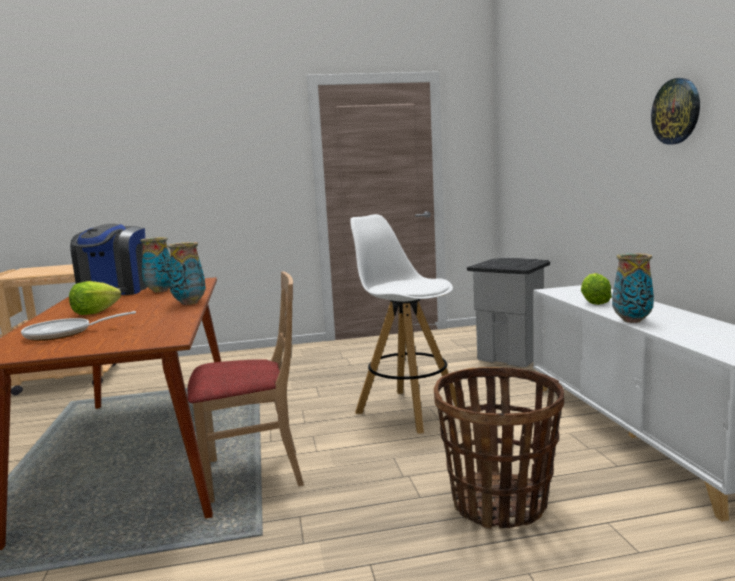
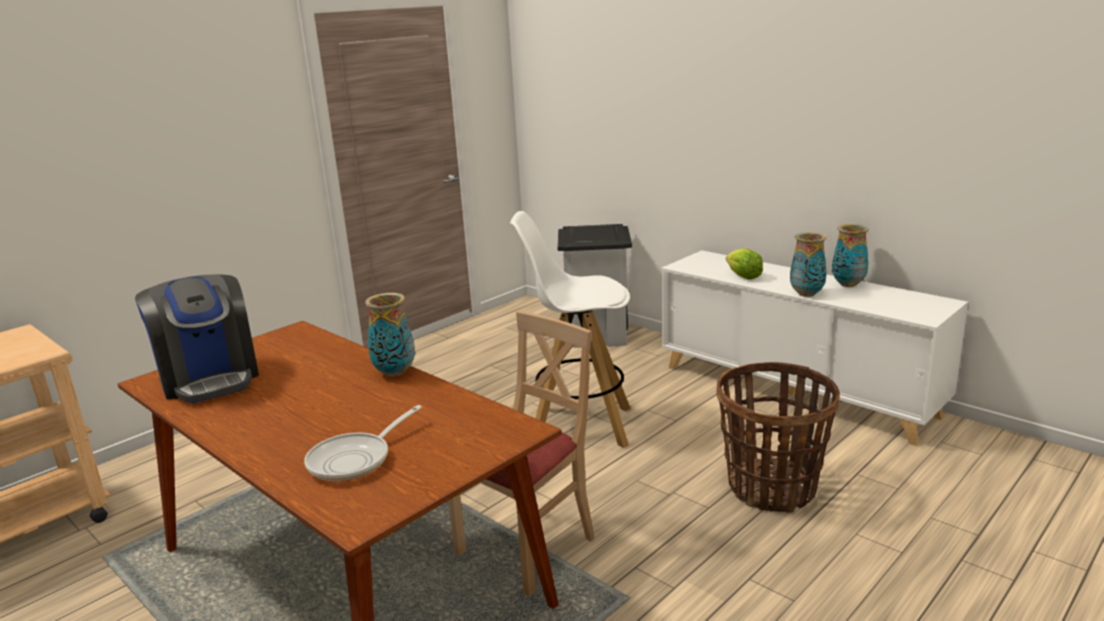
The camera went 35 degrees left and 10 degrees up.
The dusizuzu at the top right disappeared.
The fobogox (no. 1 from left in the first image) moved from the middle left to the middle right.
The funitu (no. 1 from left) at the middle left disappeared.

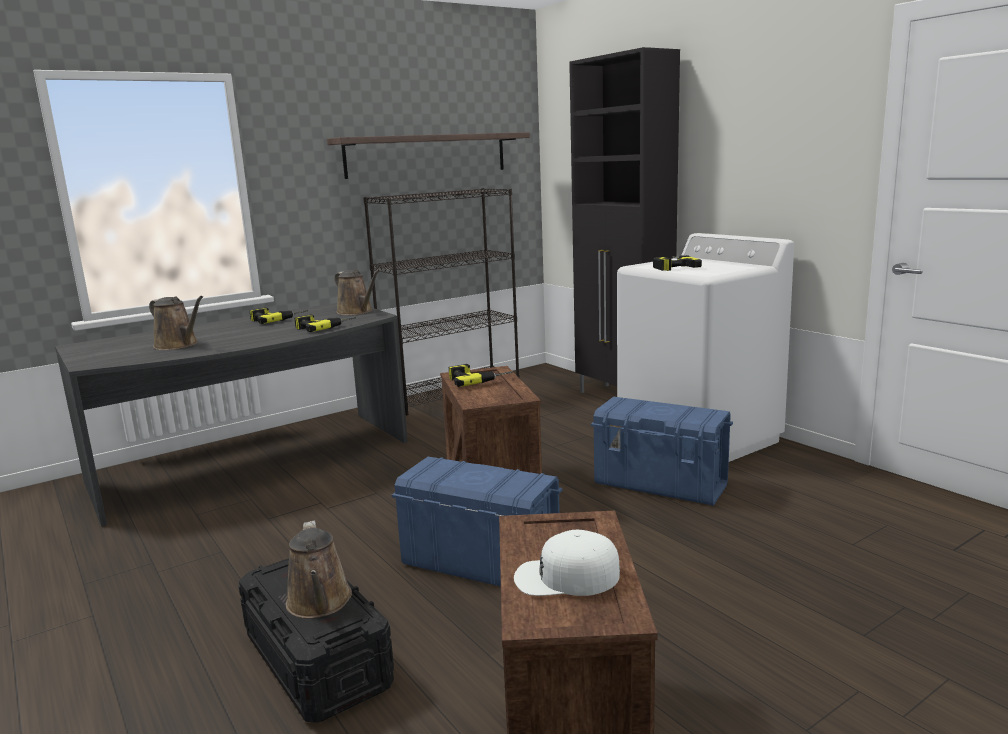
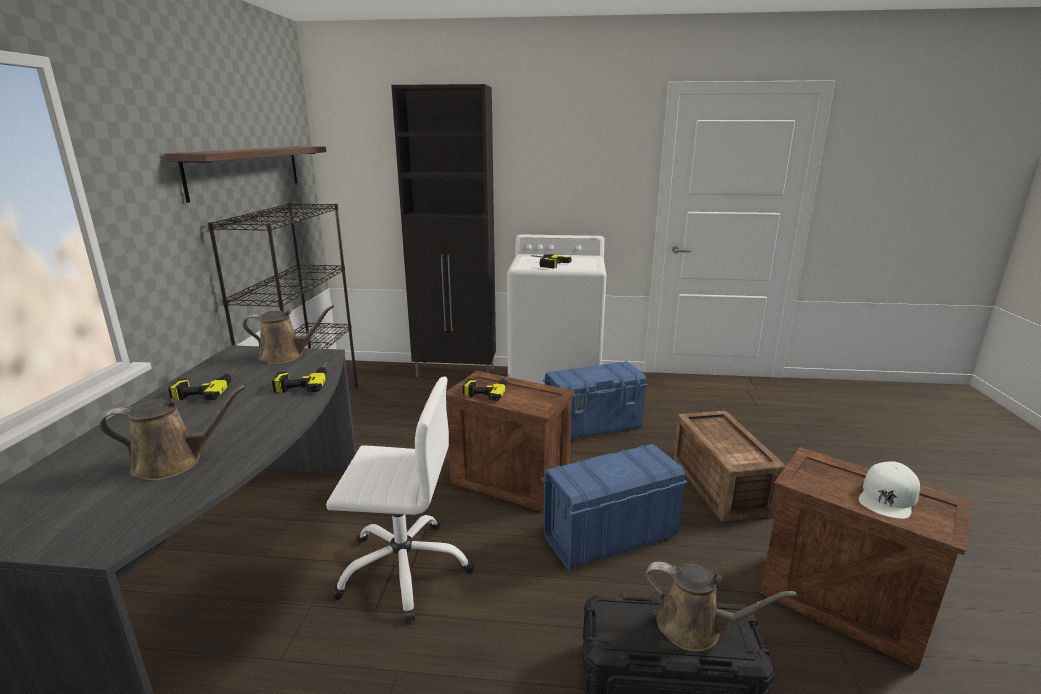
The camera went 50 degrees left and 5 degrees up.
The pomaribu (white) at the bottom centre appeared.
The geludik (no. 2 from left) at the bottom right appeared.

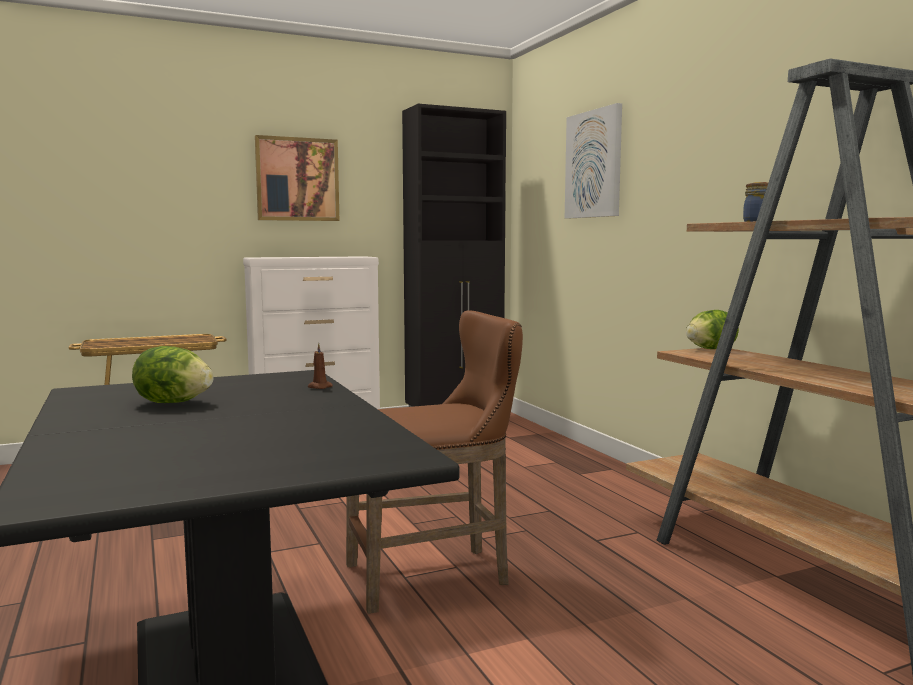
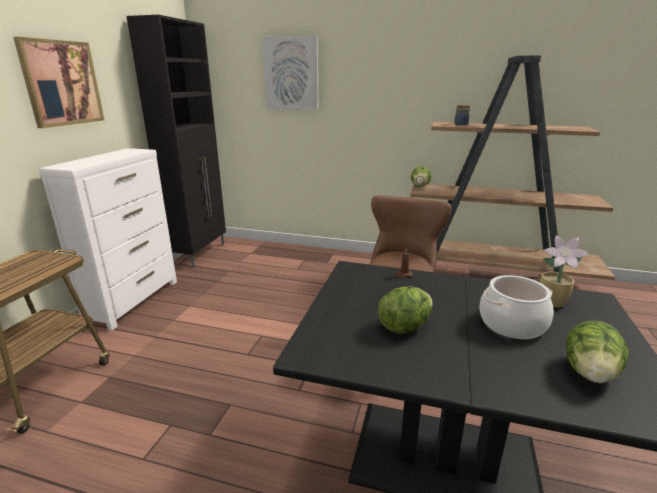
The camera went 50 degrees left and 15 degrees up.
The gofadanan at the middle right appeared.
The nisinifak at the middle right appeared.
The funitu (no. 3 from left) at the bottom right appeared.

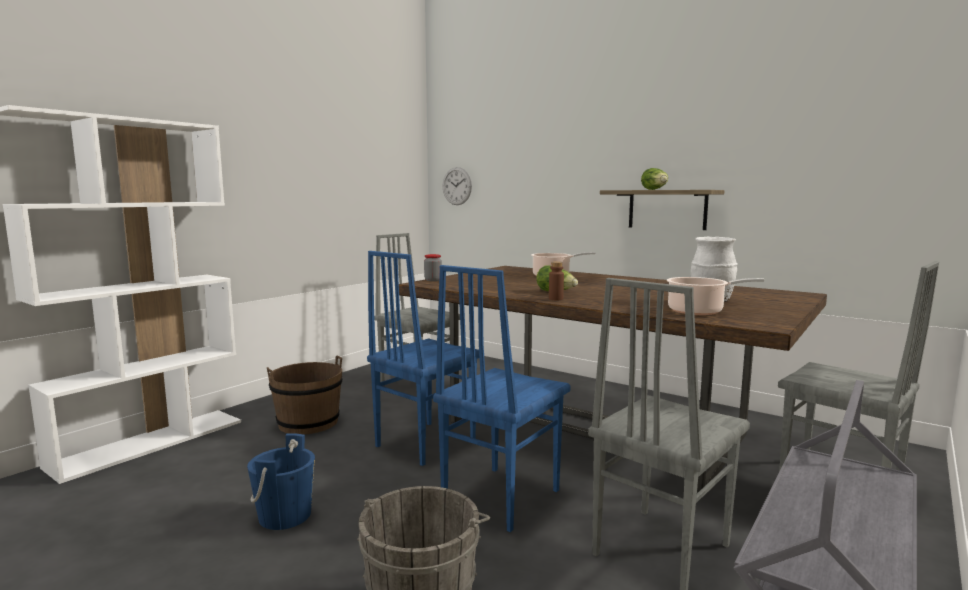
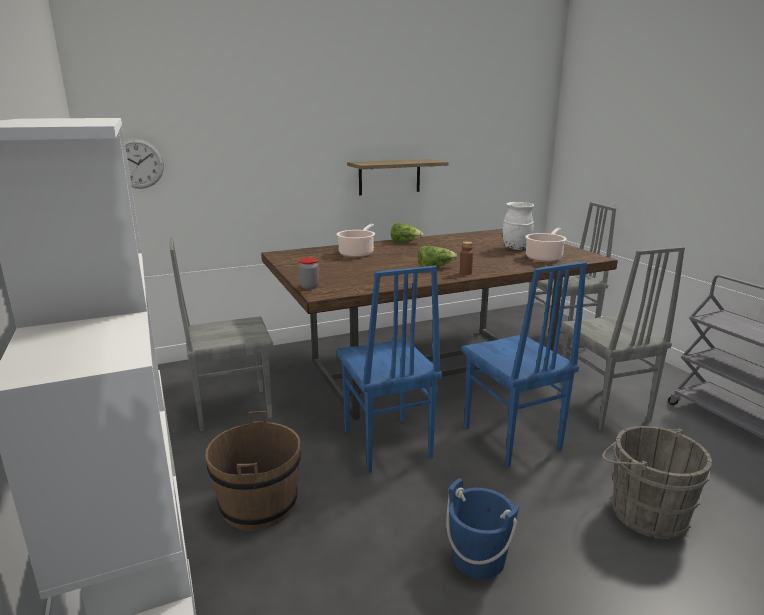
The camera went 60 degrees left and 10 degrees up.
The funitu (no. 2 from left in the first image) moved from the top right to the centre.

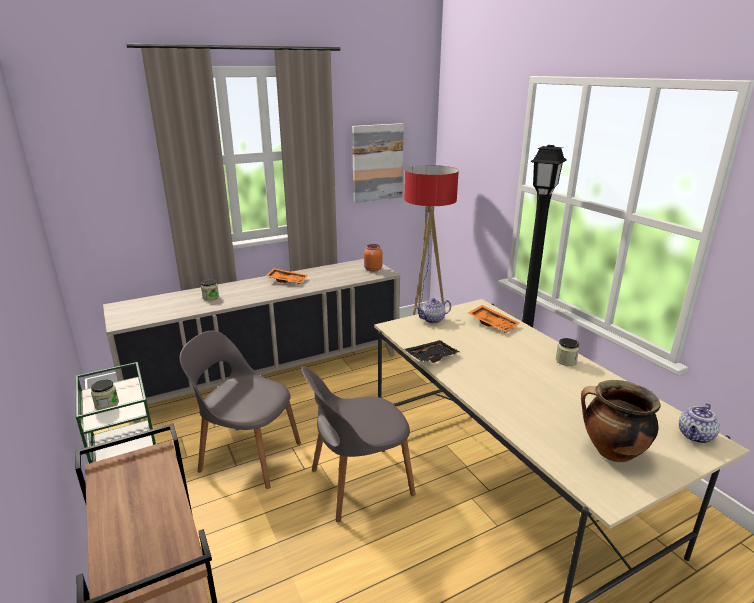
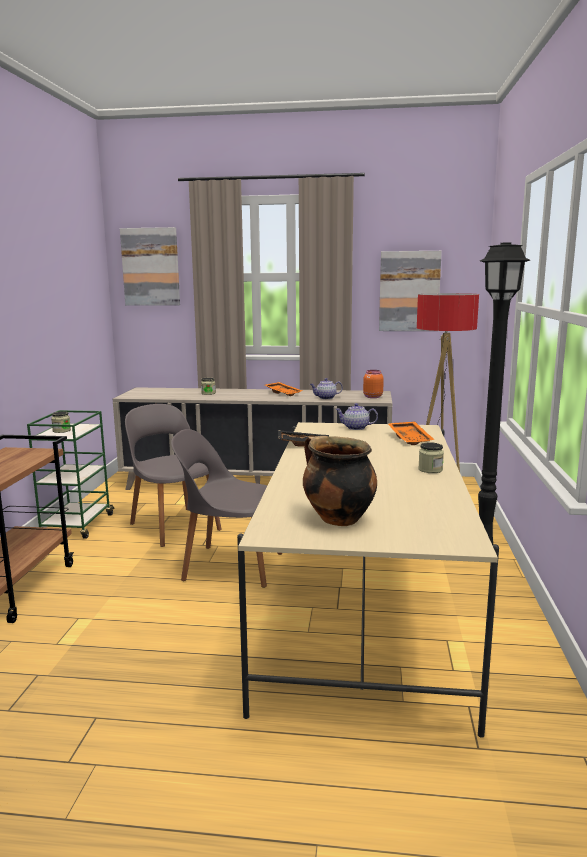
The camera went 35 degrees right and 10 degrees down.
The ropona (no. 2 from left in the first image) moved from the bottom right to the centre.
The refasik (no. 1 from left) at the top left appeared.

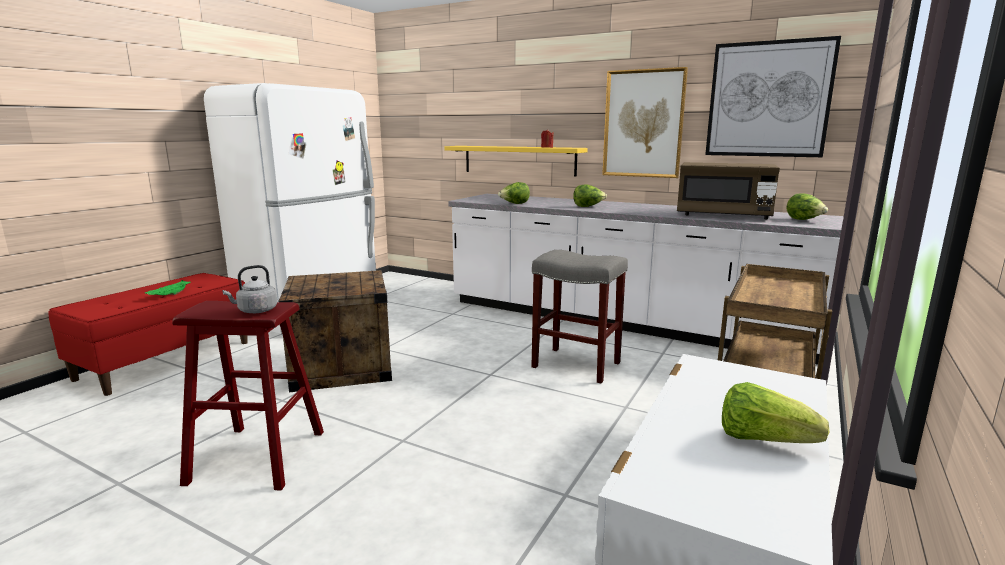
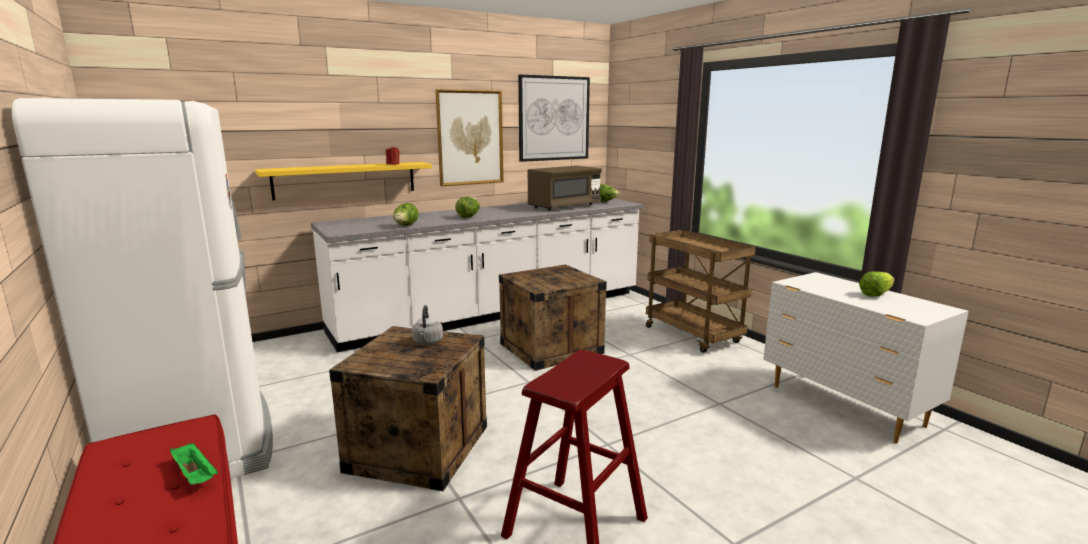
The camera went 60 degrees left and 0 degrees up.
The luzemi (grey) at the centre was replaced by the geludik (no. 2 from left) at the centre.
The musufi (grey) moved from the middle left to the centre.

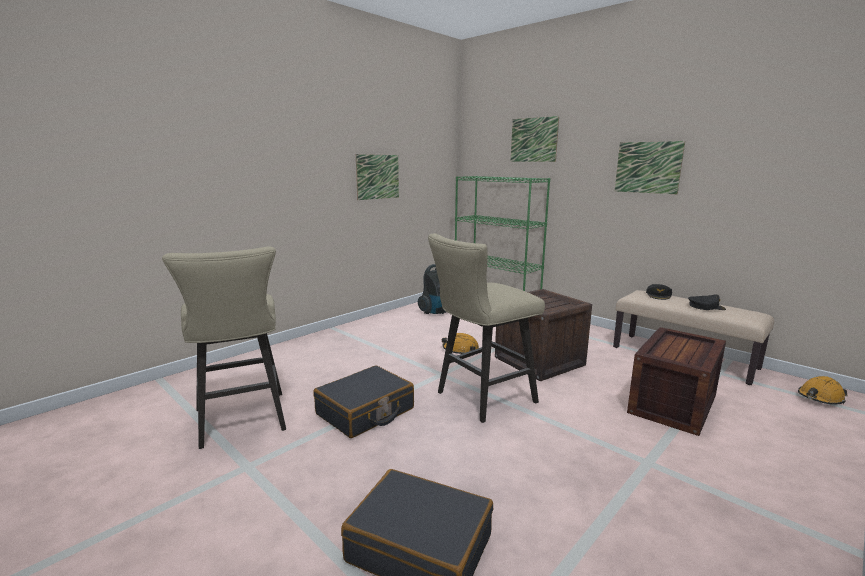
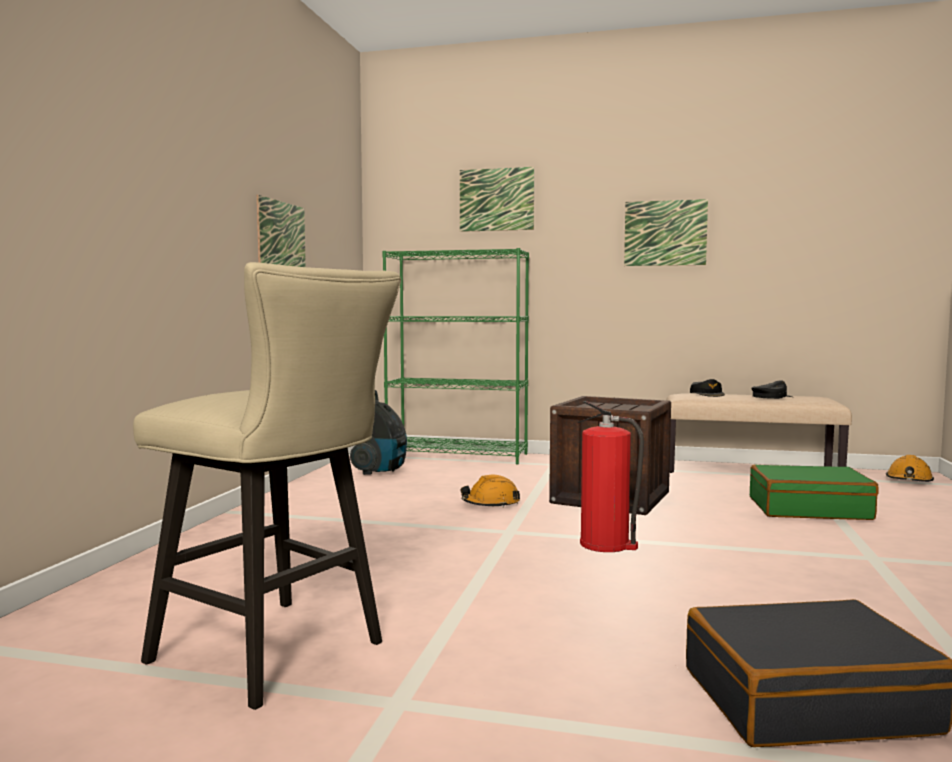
The camera went 30 degrees left and 10 degrees down.
The luzemi (beige) (no. 2 from left) at the centre was replaced by the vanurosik at the centre.
The geludik (no. 2 from left) at the middle right was replaced by the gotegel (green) at the middle right.
The gotegel (black) (no. 1 from left) at the bottom centre disappeared.

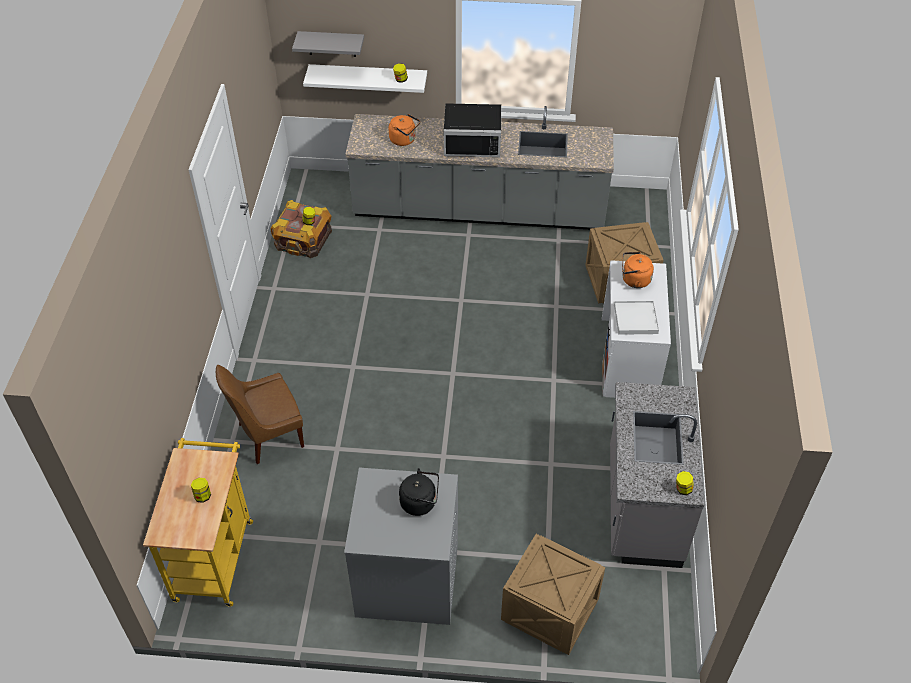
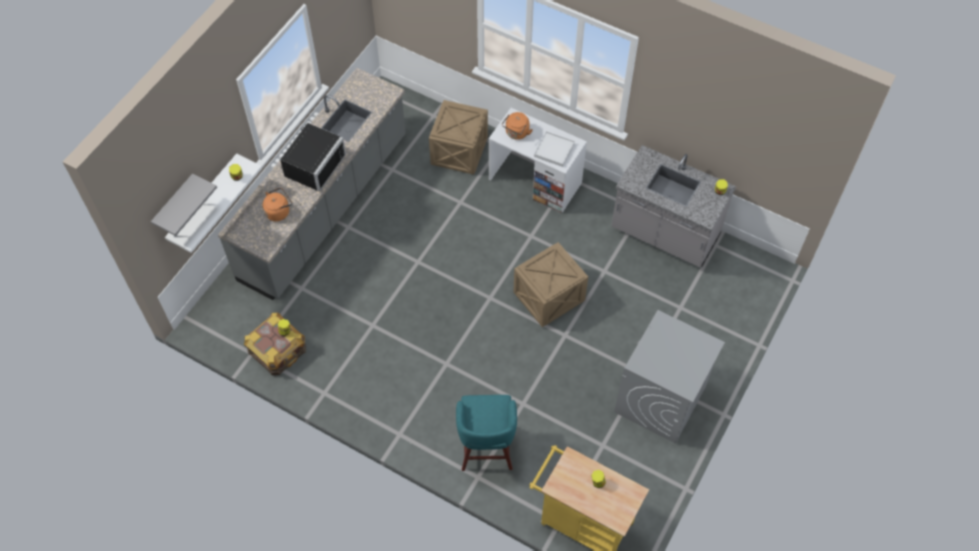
The camera went 65 degrees left and 10 degrees up.
The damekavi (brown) at the middle left was replaced by the luzemi (turquoise) at the bottom centre.
The musufi (black) at the bottom centre disappeared.
The geludik (no. 2 from left in the first image) moved from the bottom centre to the centre.

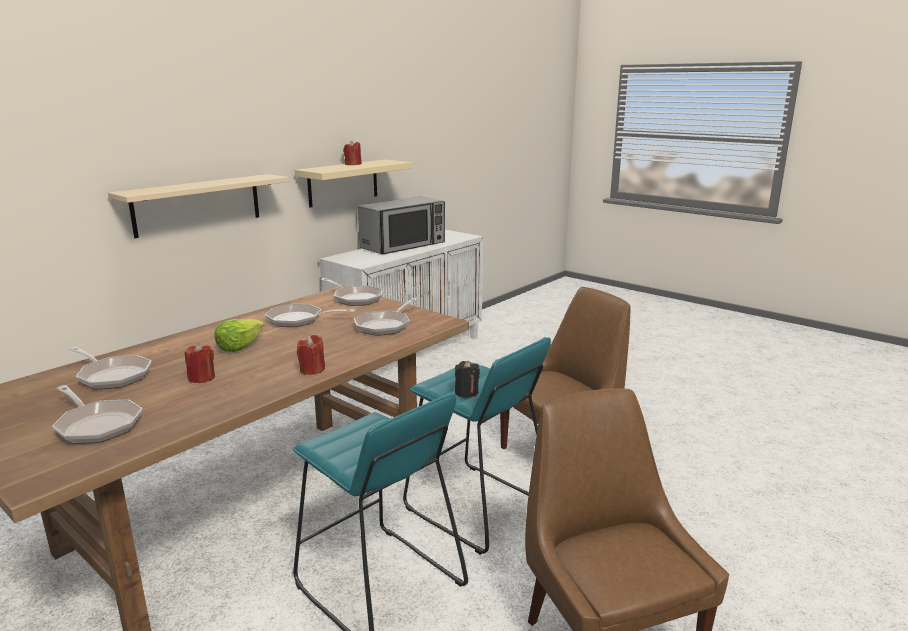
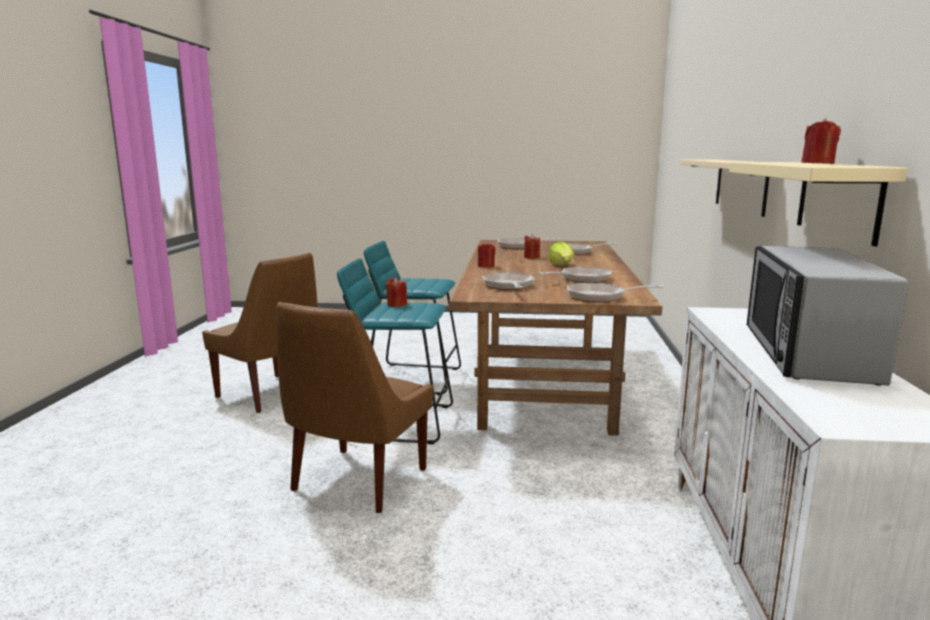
The camera went 145 degrees right and 5 degrees down.
The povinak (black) at the centre became the povinak (red) (no. 1 from left) at the centre.

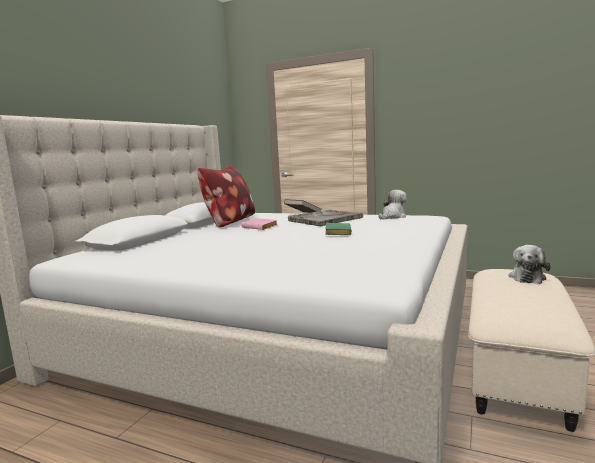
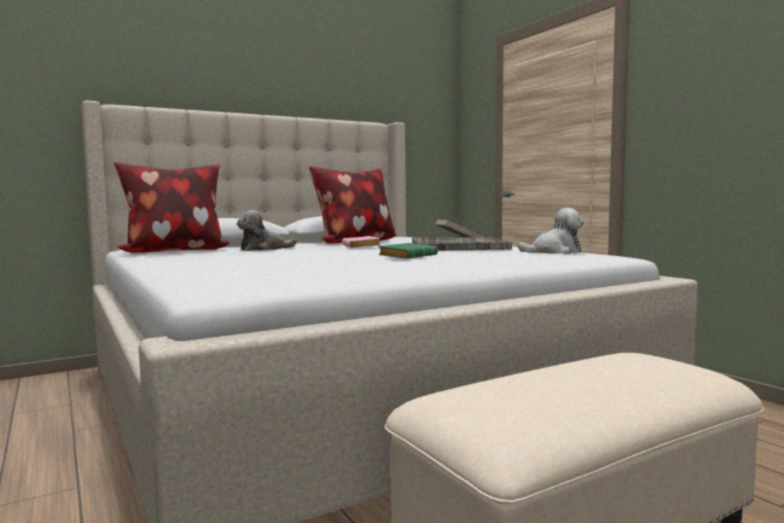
The camera went 35 degrees right and 5 degrees down.
The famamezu (no. 2 from left in the first image) moved from the middle right to the centre.
The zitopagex (no. 1 from left) at the middle left appeared.

